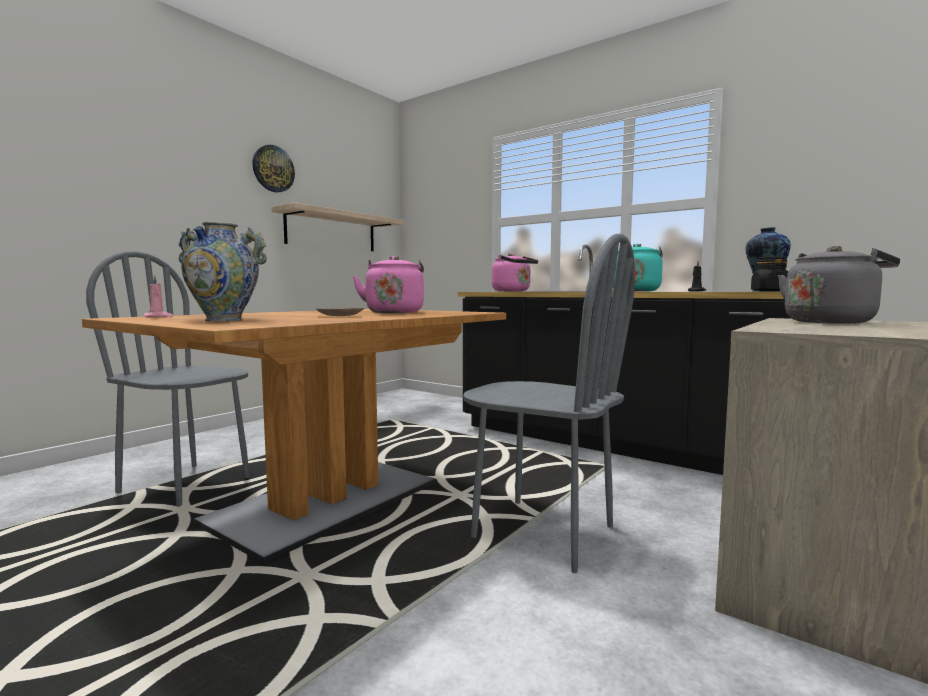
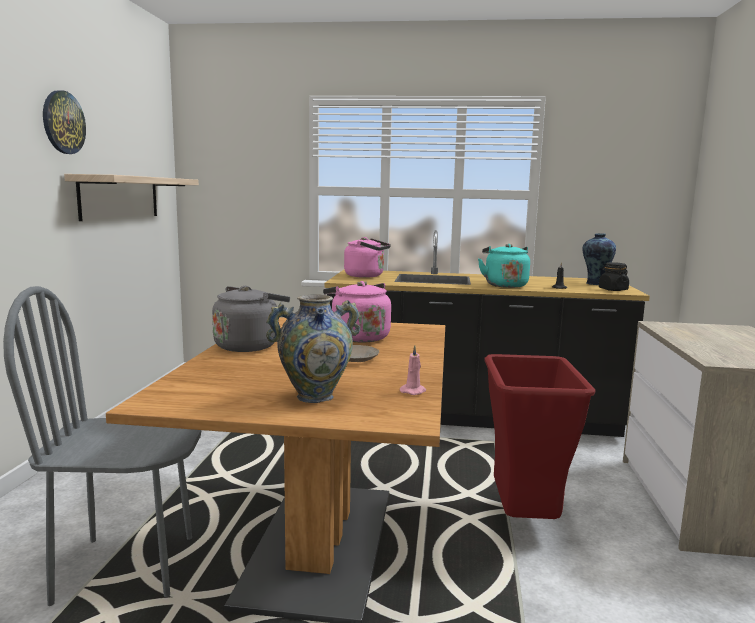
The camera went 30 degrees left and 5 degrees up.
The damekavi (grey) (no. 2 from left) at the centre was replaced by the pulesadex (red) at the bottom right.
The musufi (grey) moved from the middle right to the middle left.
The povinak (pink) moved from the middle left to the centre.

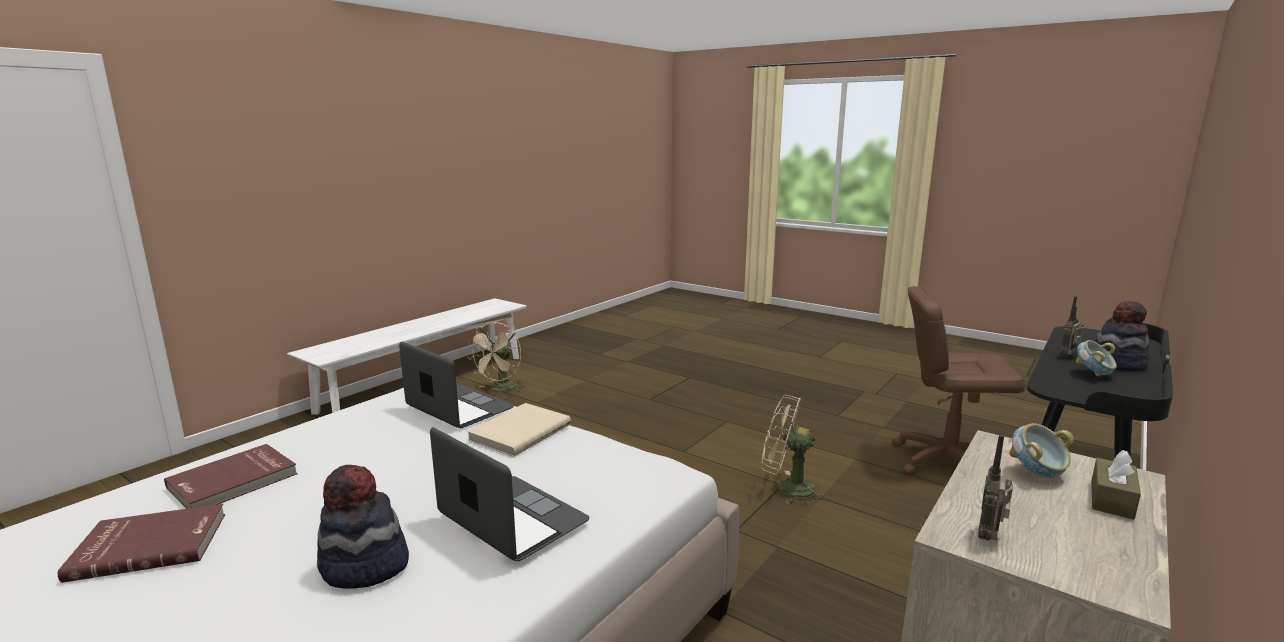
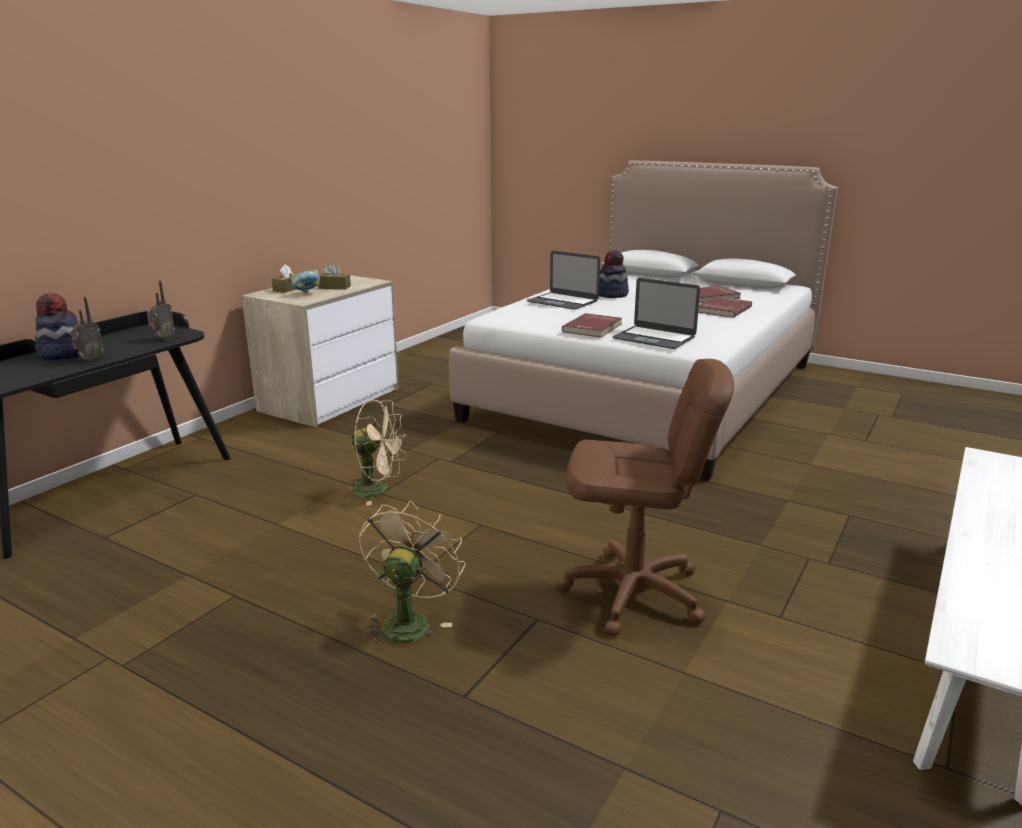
The camera went 175 degrees right and 5 degrees up.
The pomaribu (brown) moved from the middle right to the centre.
The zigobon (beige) (no. 1 from left in the first image) moved from the centre to the bottom centre.
The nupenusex (no. 2 from left) at the middle right disappeared.
The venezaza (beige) at the bottom centre became the venezaza (red) (no. 1 from left) at the centre.
The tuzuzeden (no. 1 from left in the first image) moved from the bottom right to the middle left.
The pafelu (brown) (no. 2 from left) at the middle left appeared.

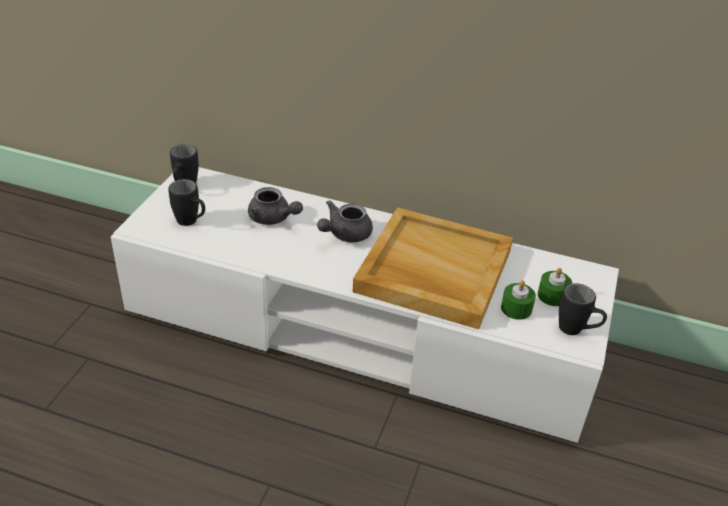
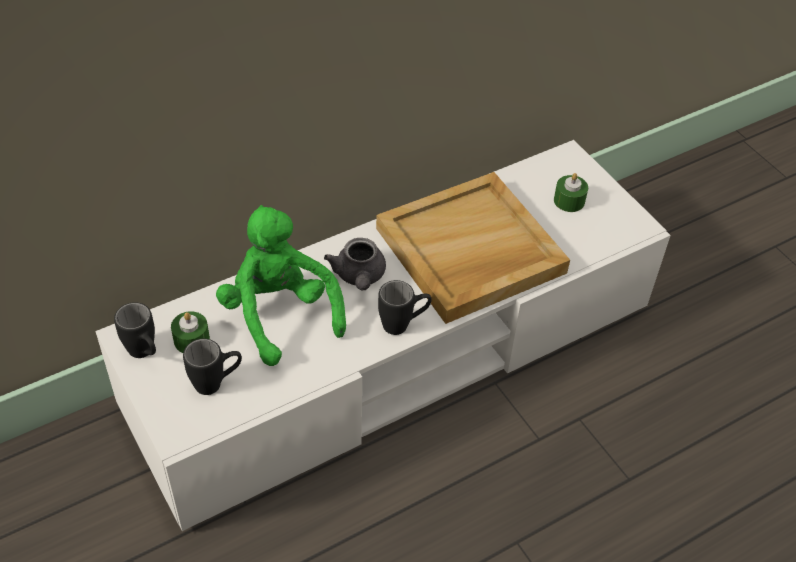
The camera went 50 degrees left and 10 degrees up.
The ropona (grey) (no. 1 from left) at the centre was replaced by the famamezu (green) at the centre.
The povinak (green) (no. 1 from left) moved from the middle right to the middle left.
The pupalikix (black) (no. 3 from left) moved from the middle right to the centre.

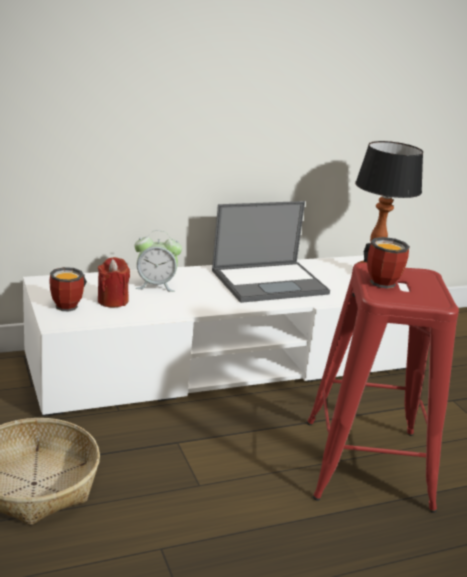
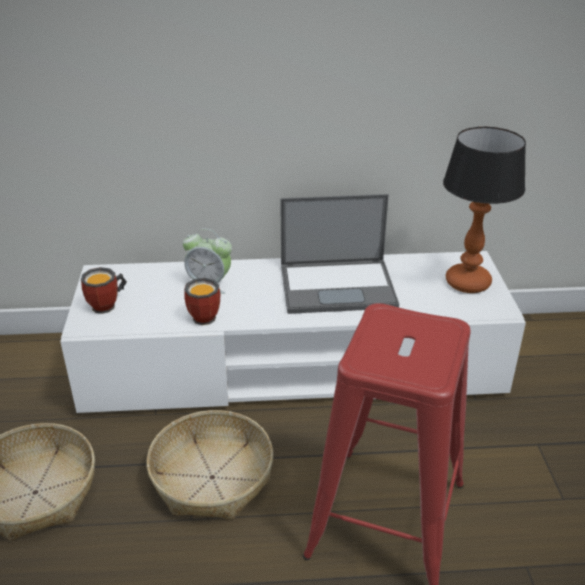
The camera went 20 degrees right and 10 degrees up.
The pupalikix (no. 2 from left) moved from the middle right to the centre.
The povinak (red) at the middle left disappeared.
The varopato (no. 2 from left) at the bottom centre appeared.

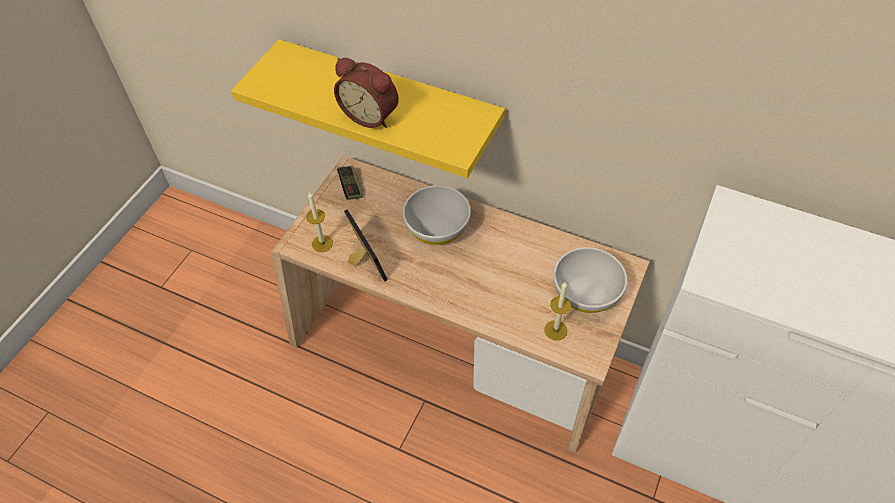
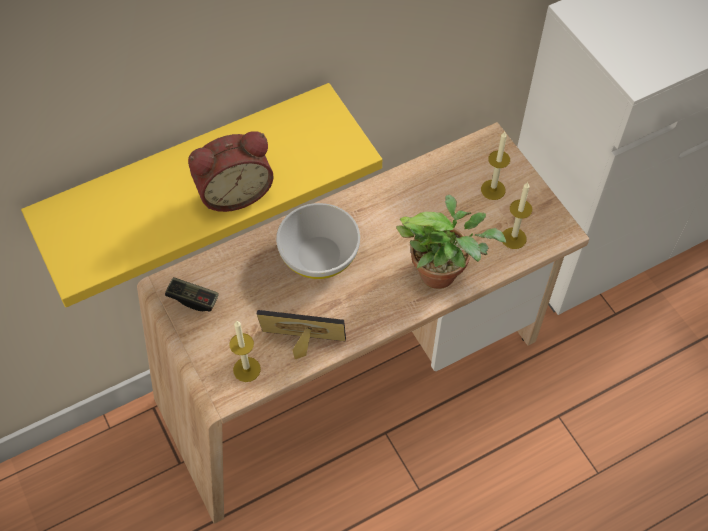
The camera went 55 degrees left and 5 degrees up.
The nupenusex (white) (no. 2 from left) at the centre was replaced by the povinak (no. 2 from left) at the top right.
The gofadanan at the centre appeared.

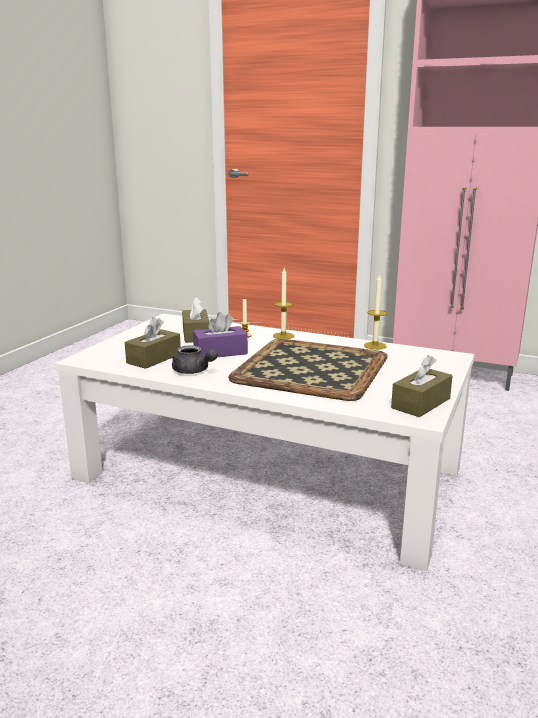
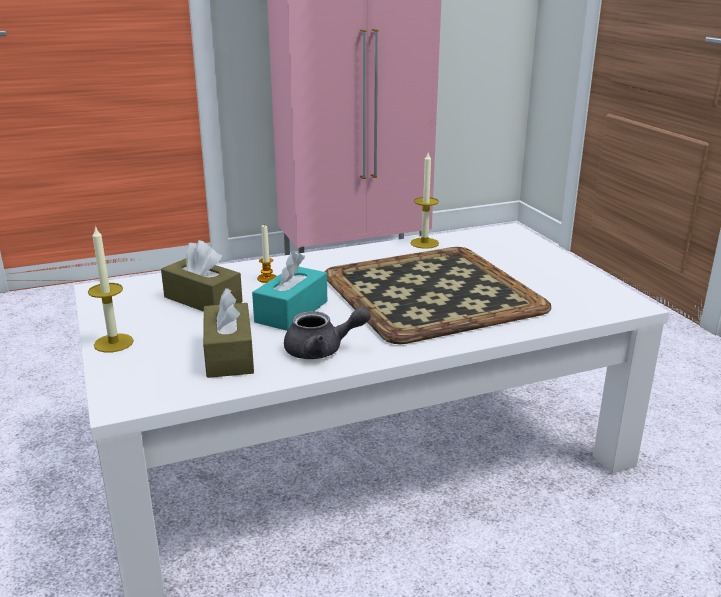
The camera went 45 degrees left and 5 degrees up.
The povinak (no. 2 from left in the first image) moved from the centre to the middle left.
The pafelu (purple) at the centre became the pafelu (turquoise) at the centre.
The pafelu (brown) (no. 3 from left) at the middle right disappeared.

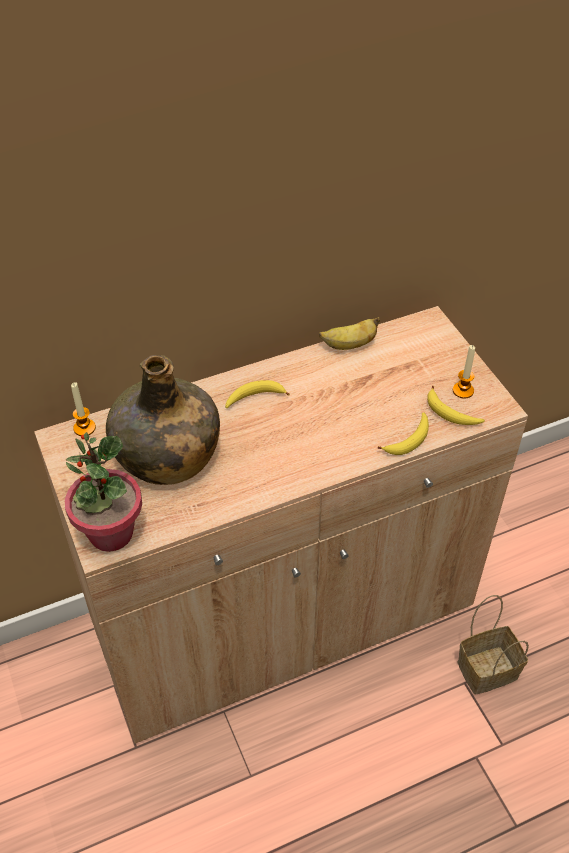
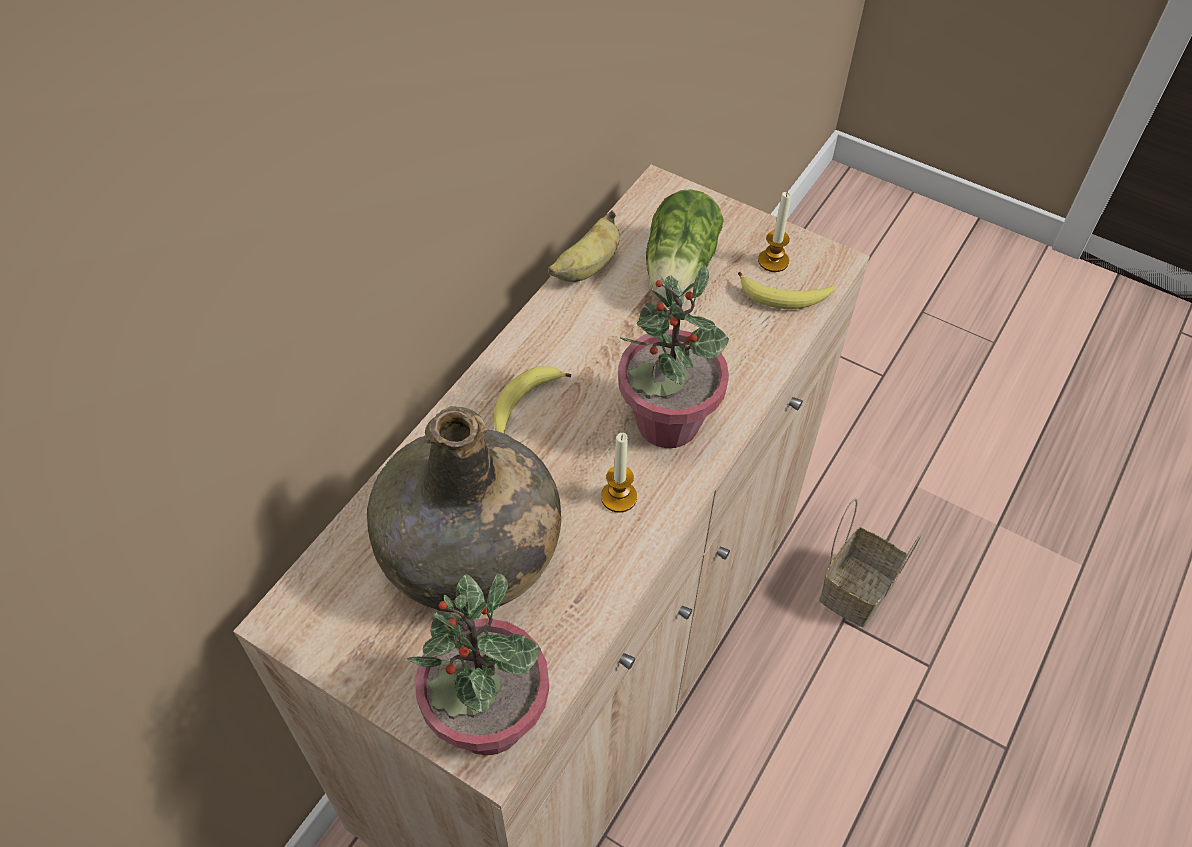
The camera went 35 degrees left and 5 degrees up.
The povinak (no. 1 from left) moved from the middle left to the centre.
The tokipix (no. 3 from left) at the middle right disappeared.
The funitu at the top centre appeared.
The gofadanan (no. 2 from left) at the centre appeared.

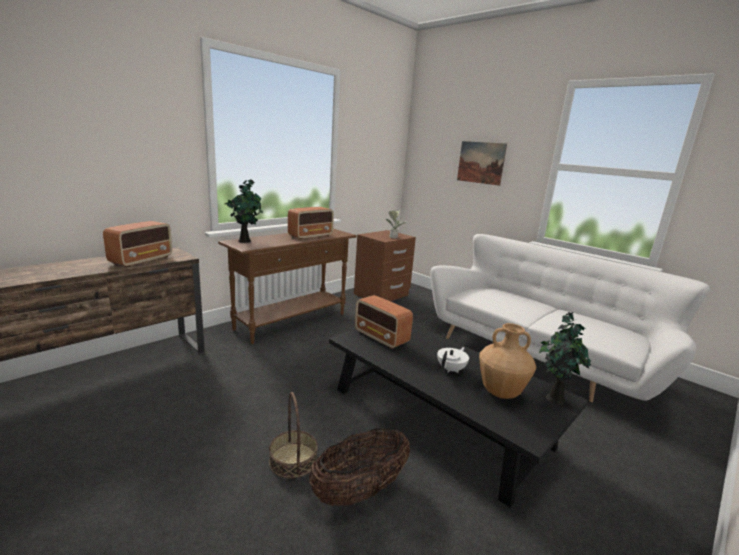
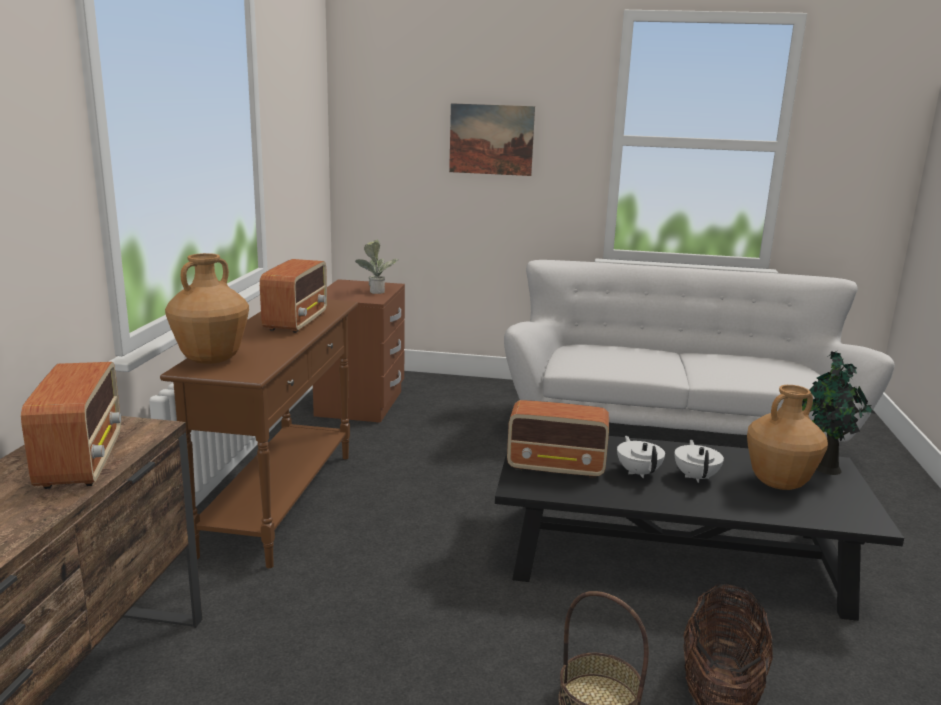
The camera went 35 degrees left and 0 degrees up.
The gofadanan (no. 1 from left) at the middle left was replaced by the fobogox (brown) (no. 1 from left) at the middle left.
The ropona (white) (no. 1 from left) at the middle right appeared.

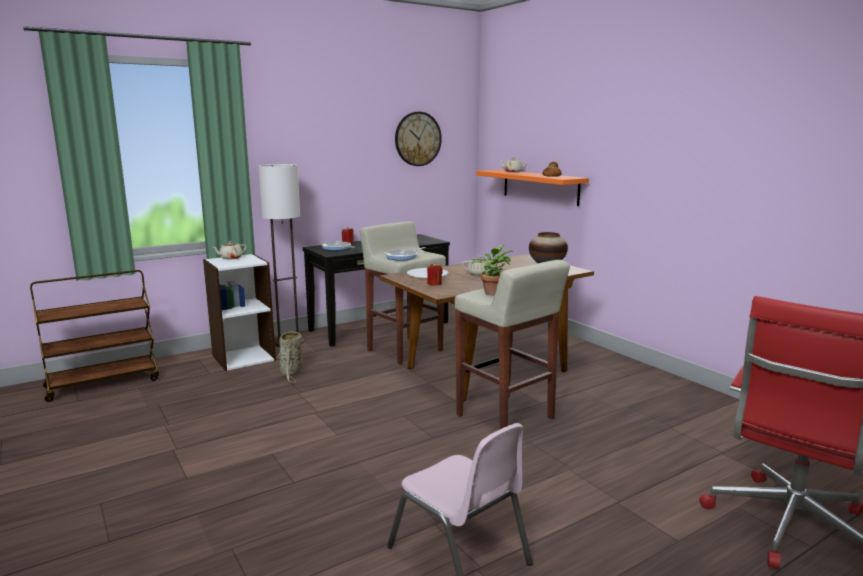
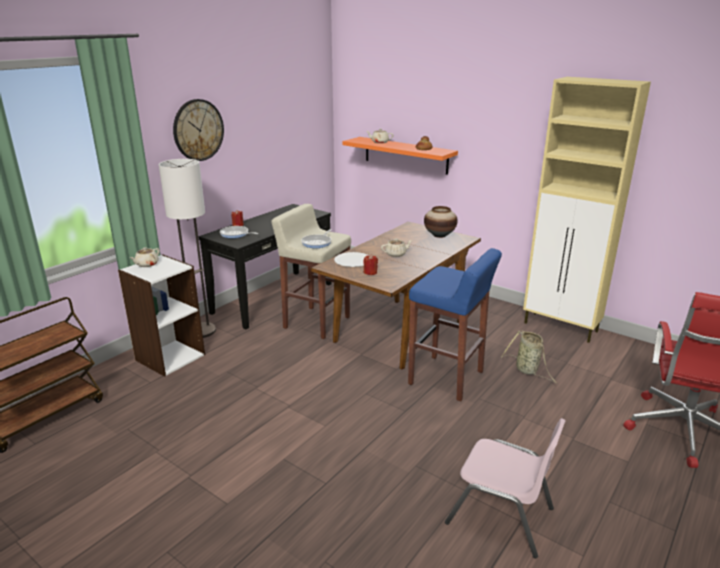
The camera went 20 degrees left and 10 degrees up.
The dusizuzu moved from the top centre to the top left.
The gofadanan at the centre disappeared.
The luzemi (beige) (no. 2 from left) at the centre became the luzemi (blue) at the centre.
The varopato moved from the centre to the middle right.
The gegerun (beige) at the middle right appeared.

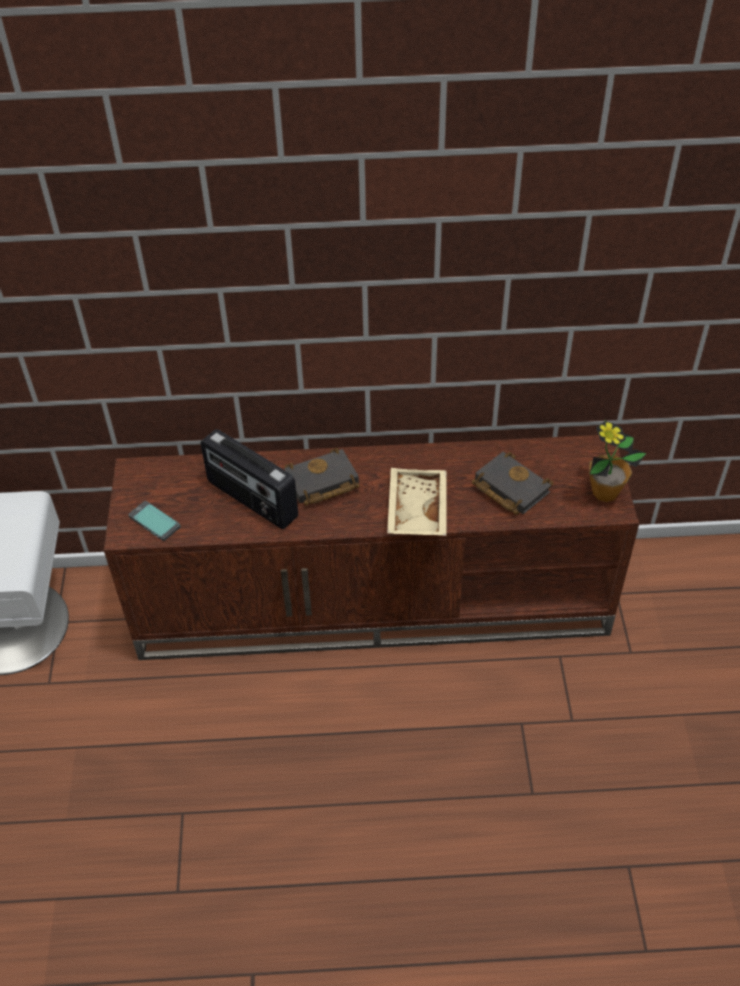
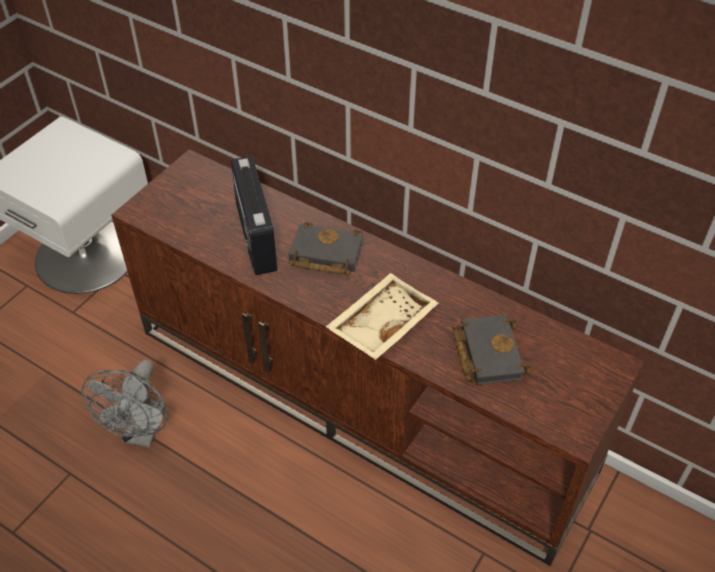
The camera went 35 degrees right and 0 degrees up.
The gofadanan at the middle right disappeared.
The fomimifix at the middle left disappeared.
The zigobon (grey) at the bottom left appeared.

